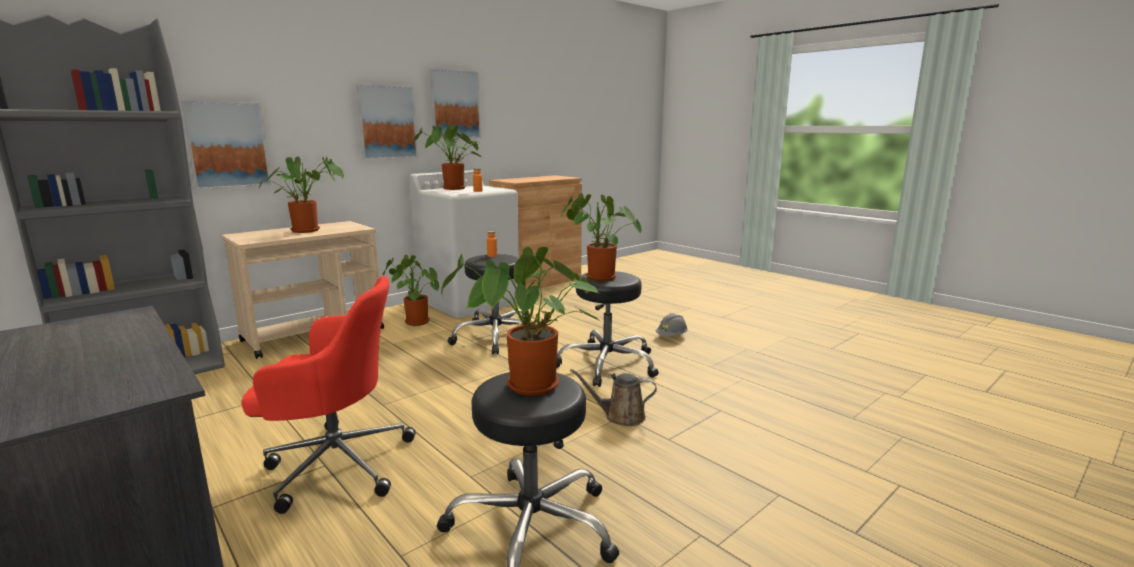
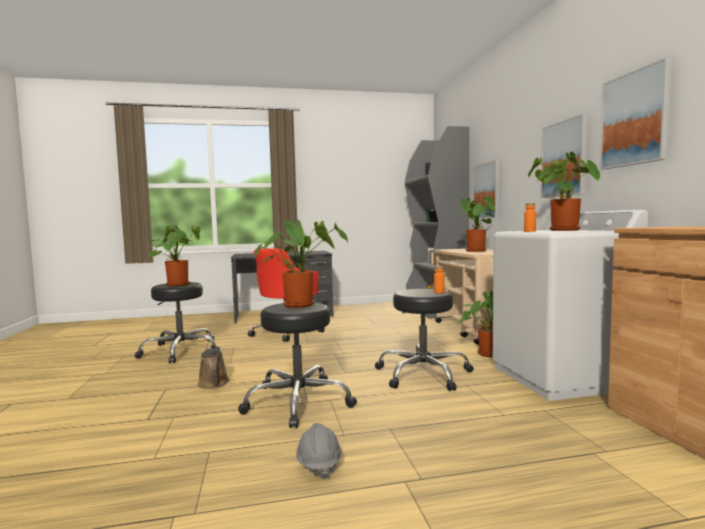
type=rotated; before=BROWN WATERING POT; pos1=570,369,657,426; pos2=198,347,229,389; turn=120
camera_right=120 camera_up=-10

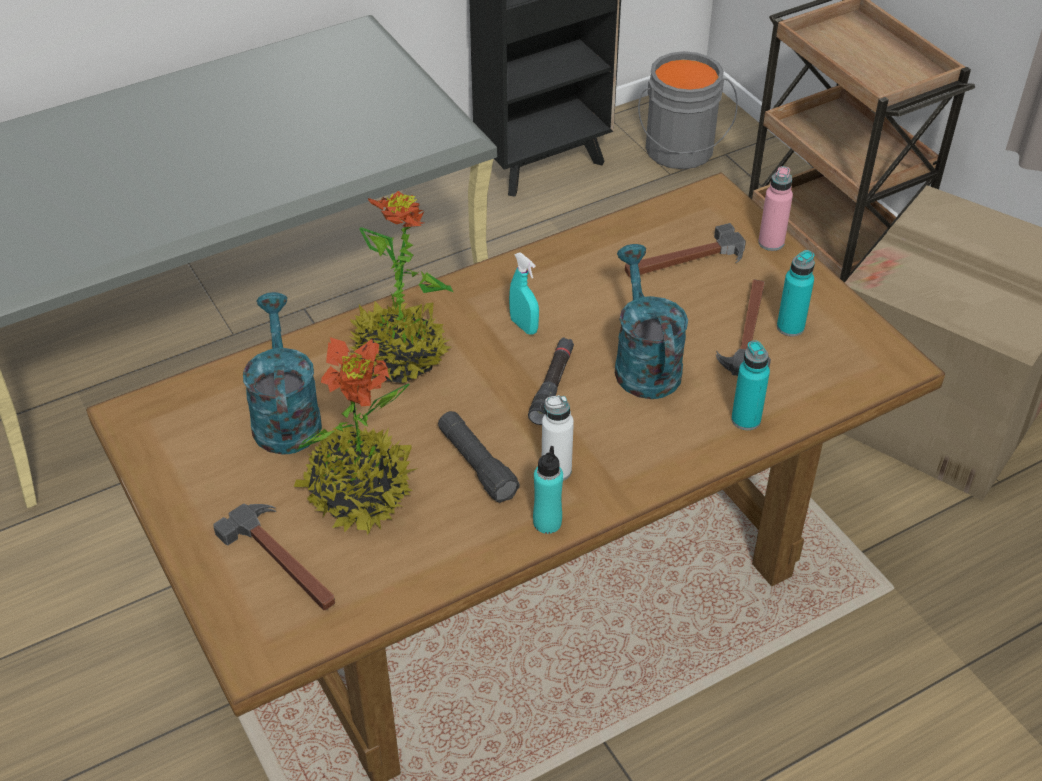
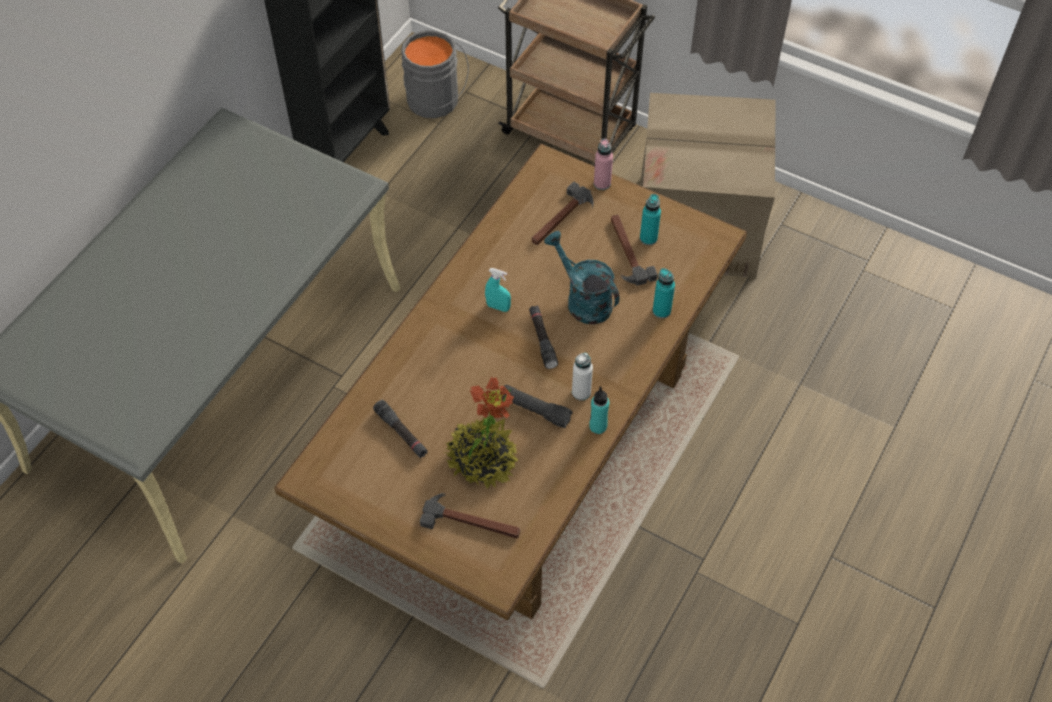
type=swapped; before=TURQUOISE WATERING POT; after=BLACK FLASHLIGHT; pos1=243,292,322,455; pos2=373,400,428,458
type=gone; before=PLANT IN A POT; pos1=349,191,453,383
camera_right=-30 camera_up=10

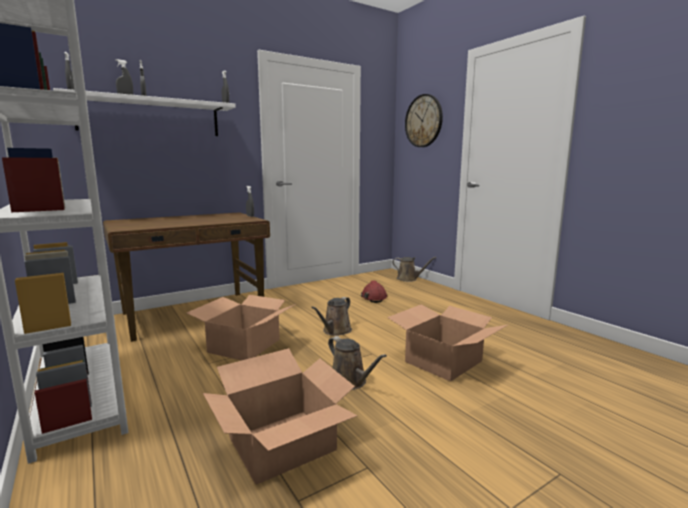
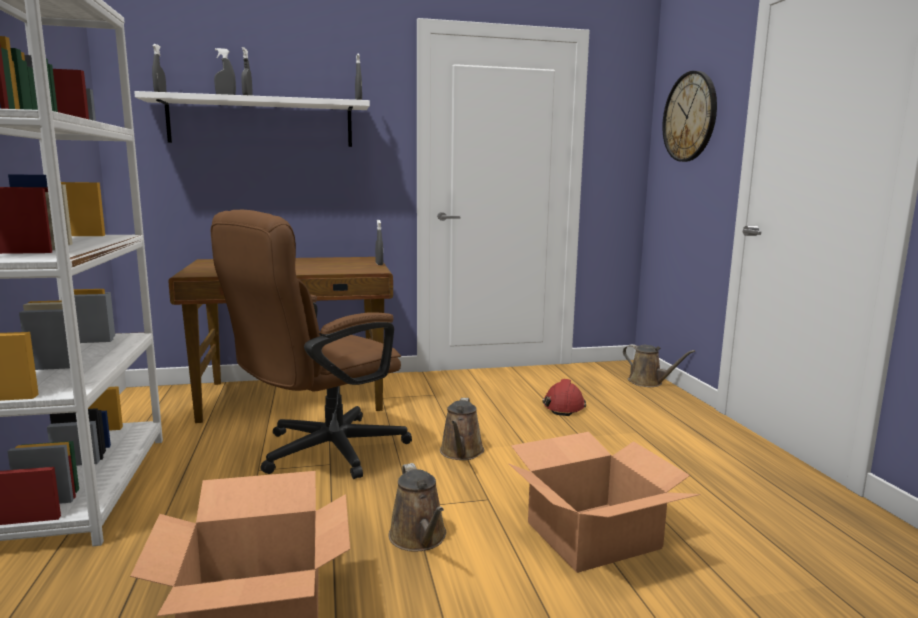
type=swapped; before=PACKING BOX; after=BROWN DESK CHAIR; pos1=187,295,296,361; pos2=211,210,412,479
type=rotated; before=BROWN WATERING POT; pos1=311,297,352,336; pos2=440,398,484,460; turn=-45
camera_right=20 camera_up=0

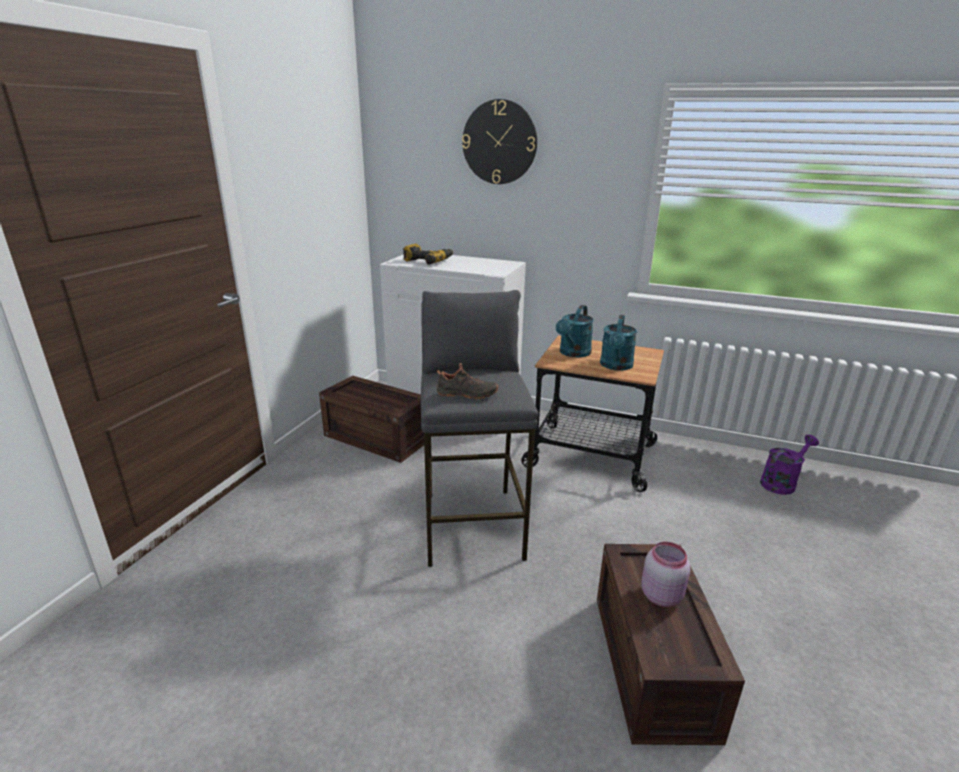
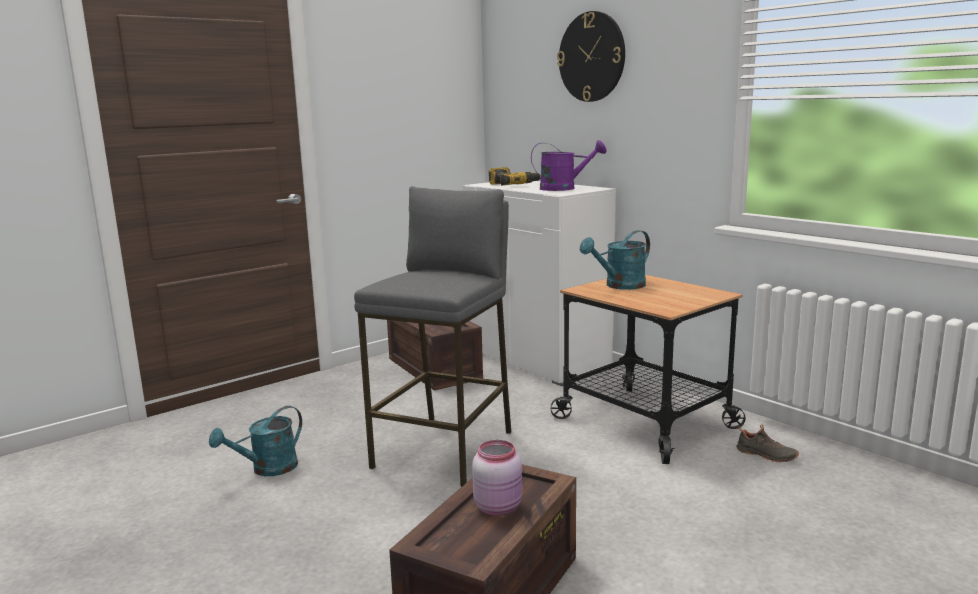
type=shifted; before=TURQUOISE WATERING POT; pos1=600,315,637,371; pos2=209,406,302,476
type=shifted; before=PURPLISH WATERING POT; pos1=760,435,819,495; pos2=531,140,606,191
type=shifted; before=BLACK SHOE; pos1=437,363,498,399; pos2=737,424,799,462
camera_right=30 camera_up=-10

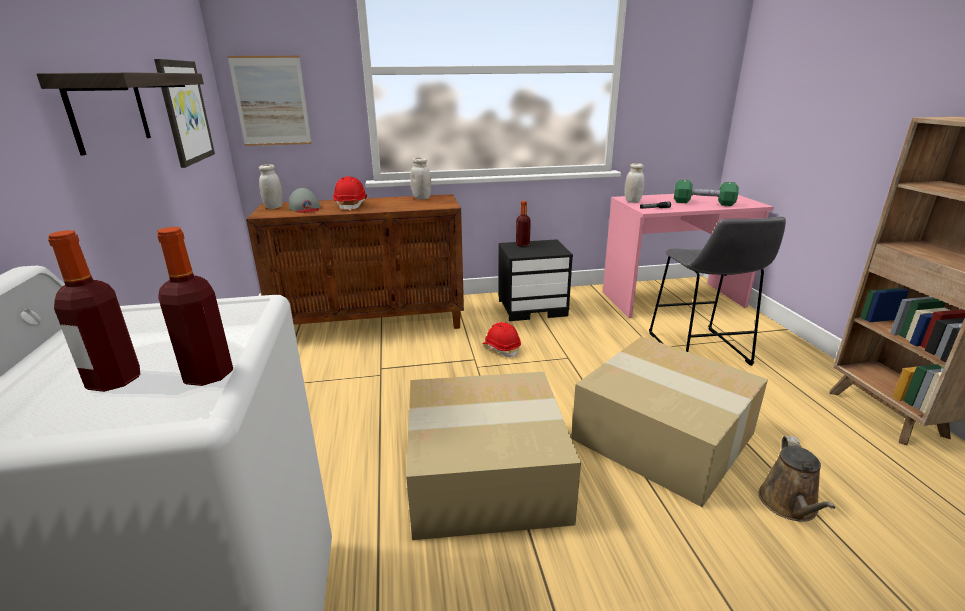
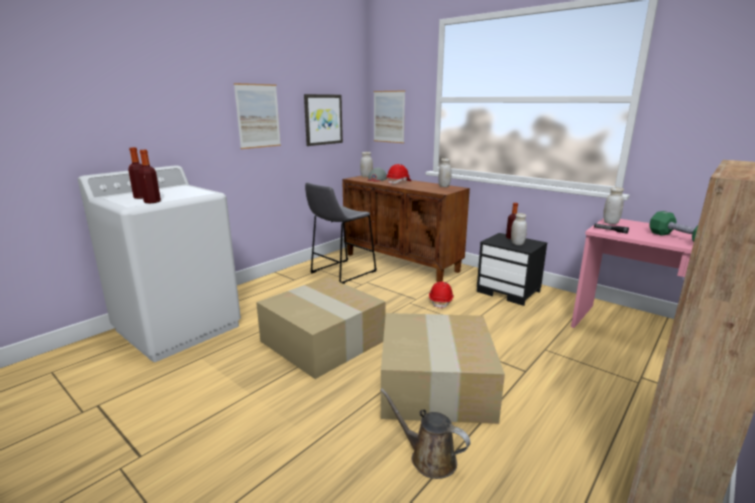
type=swapped; before=SHELF; after=WALL ART; pos1=37,72,204,155; pos2=234,83,281,149
type=shifted; before=GRAY SITTING STOOL; pos1=649,216,786,366; pos2=305,182,377,284
type=rotated; before=BROWN WATERING POT; pos1=759,436,835,522; pos2=380,388,470,479; turn=60
type=new; after=WHITE STORAGE JAR; pos2=511,213,527,245
camera_right=50 camera_up=-5

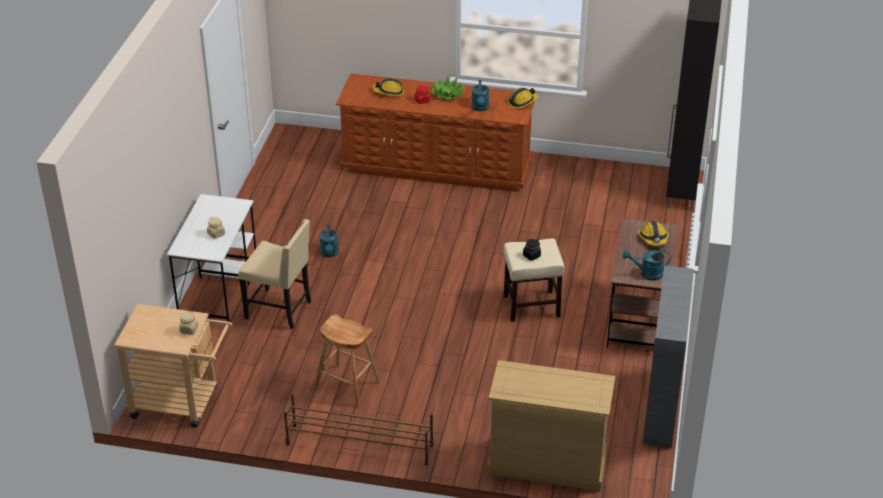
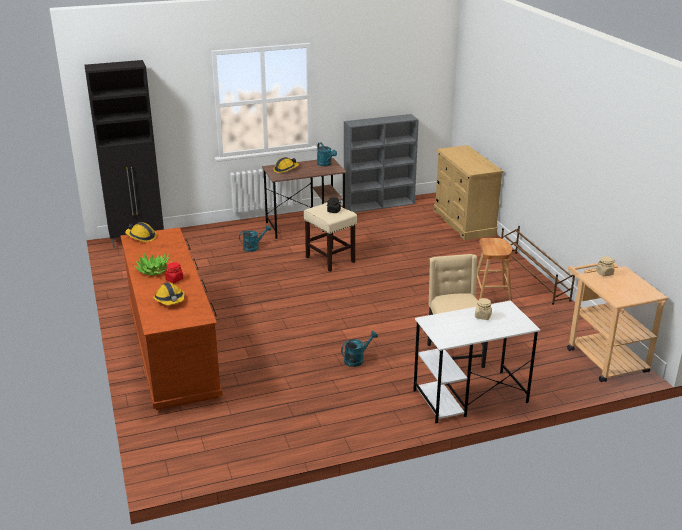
type=shifted; before=TURQUOISE WATERING POT; pos1=472,80,489,111; pos2=239,225,271,252
camera_right=-120 camera_up=-10

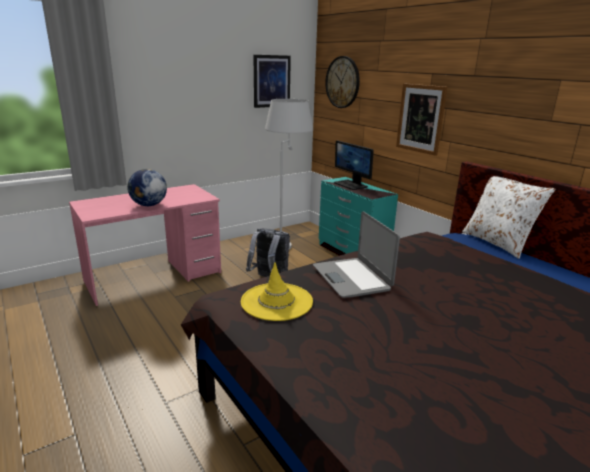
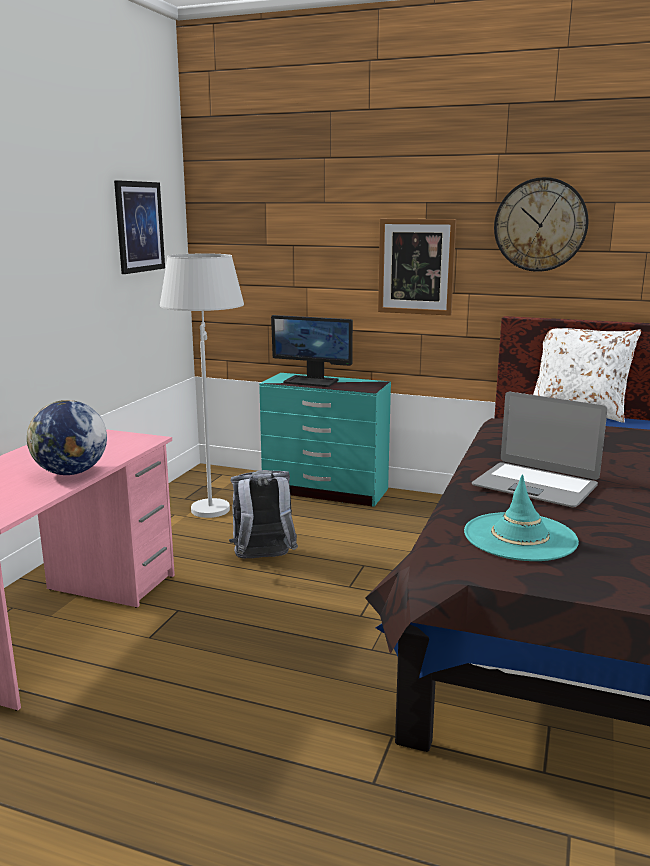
type=repainted; before=YELLOW WEARABLE HAT; after=TURQUOISE WEARABLE HAT; pos1=241,262,313,321; pos2=464,474,579,561
type=shifted; before=HANGING CLOCK; pos1=325,56,360,108; pos2=494,177,588,272
camera_right=-35 camera_up=-5

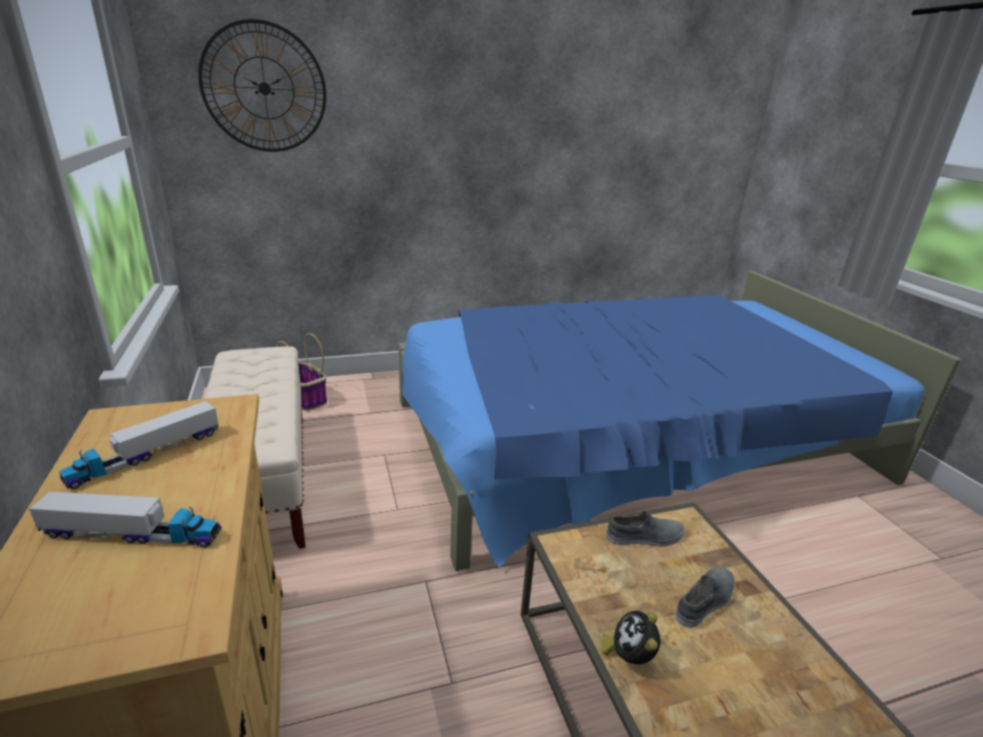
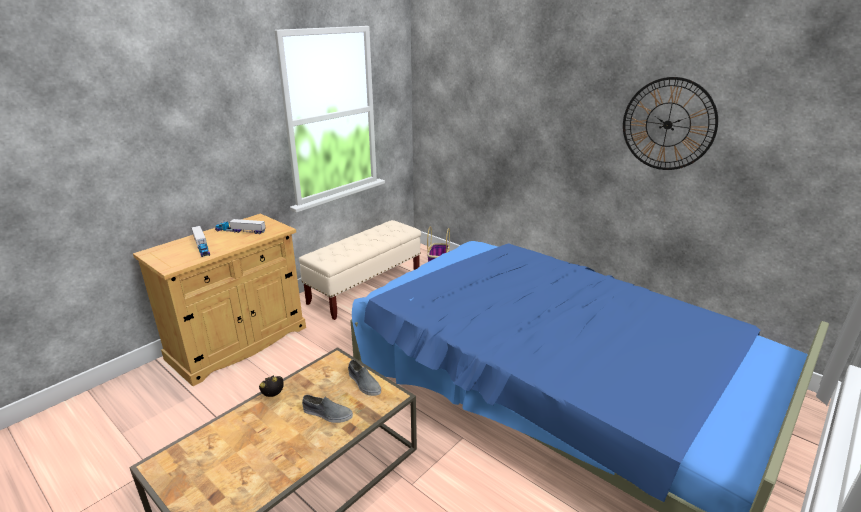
type=shifted; before=HANGING CLOCK; pos1=198,19,326,152; pos2=623,77,718,170
camera_right=60 camera_up=0

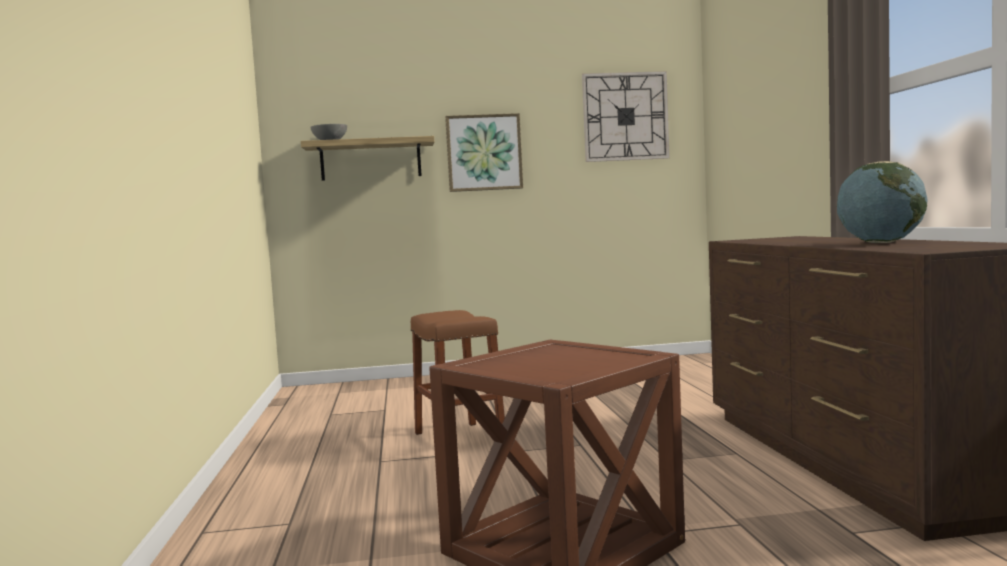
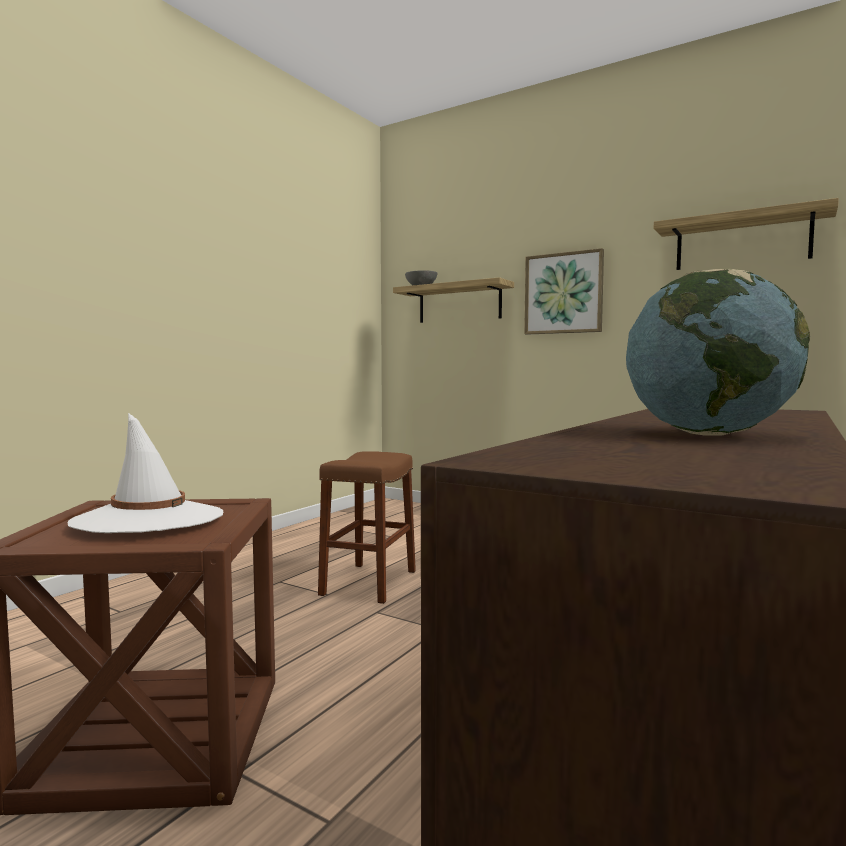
type=new; after=WHITE WEARABLE HAT; pos2=67,413,223,533
type=swapped; before=HANGING CLOCK; after=SHELF; pos1=582,71,670,162; pos2=654,198,839,270
camera_right=40 camera_up=0

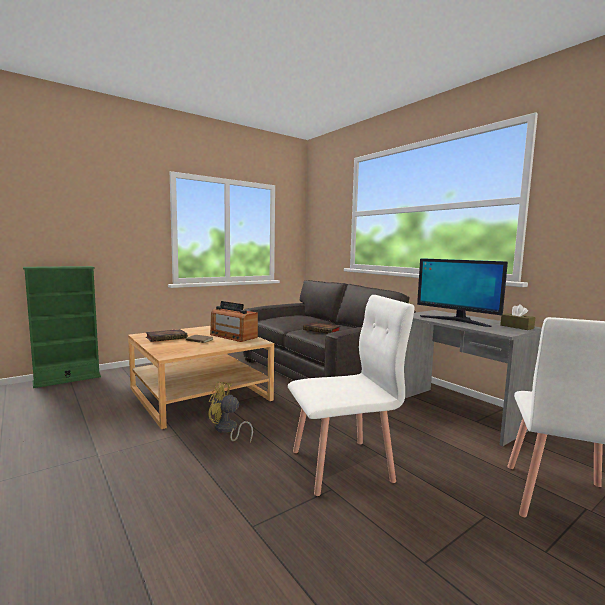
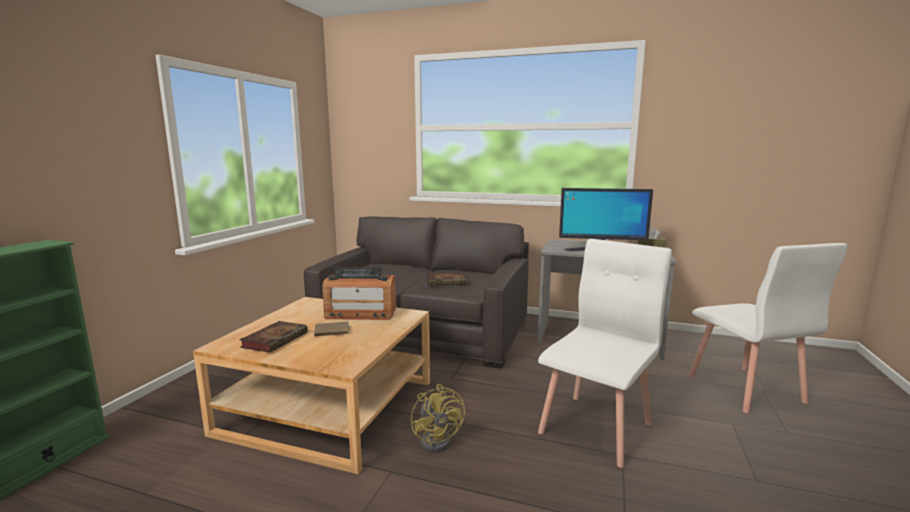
type=rotated; before=YELLOW ELECTRIC FAN; pos1=208,381,253,442; pos2=411,384,465,452; turn=-90
camera_right=-35 camera_up=5

